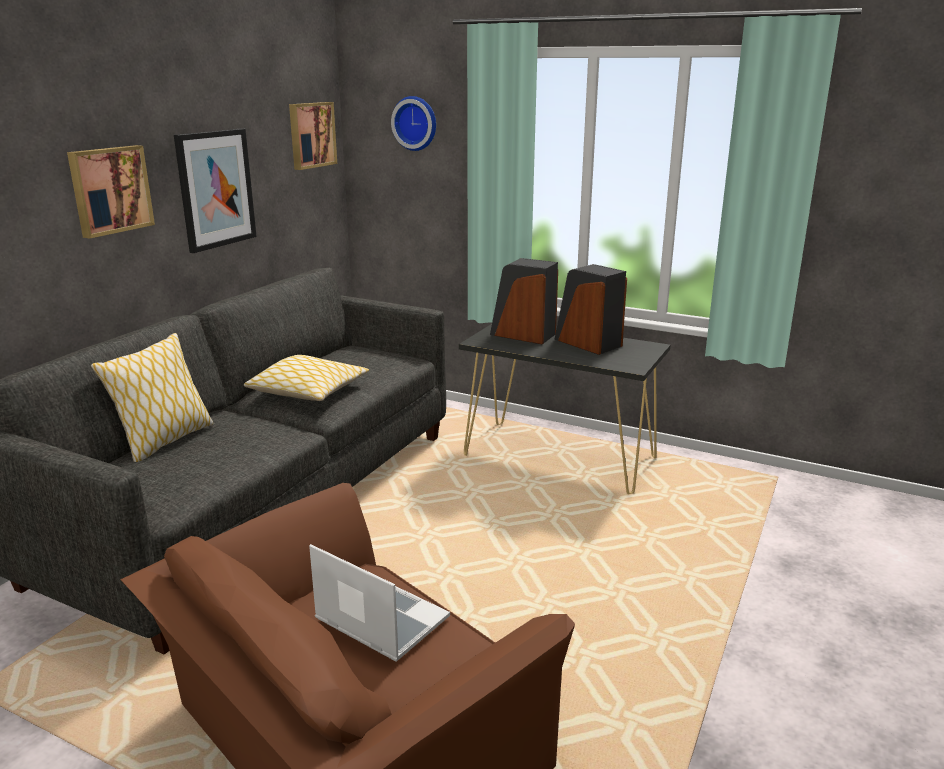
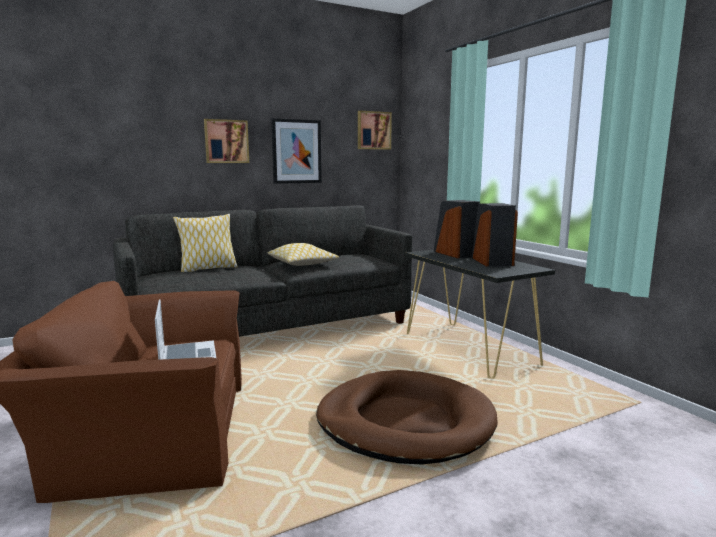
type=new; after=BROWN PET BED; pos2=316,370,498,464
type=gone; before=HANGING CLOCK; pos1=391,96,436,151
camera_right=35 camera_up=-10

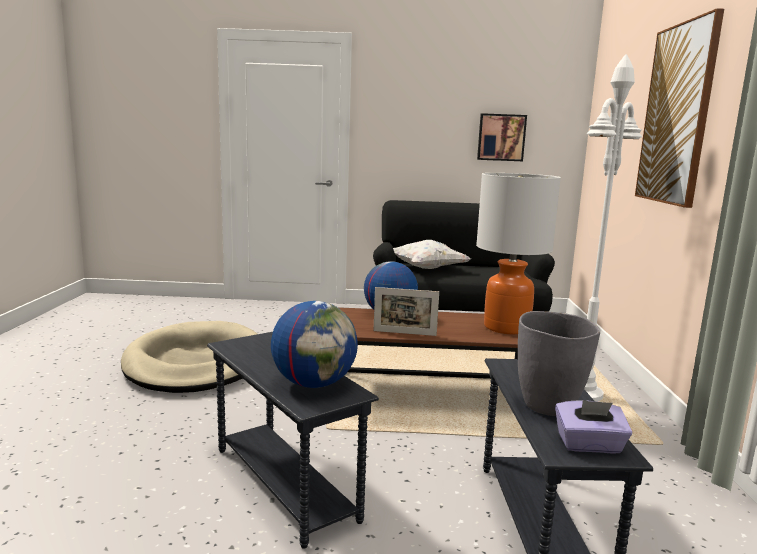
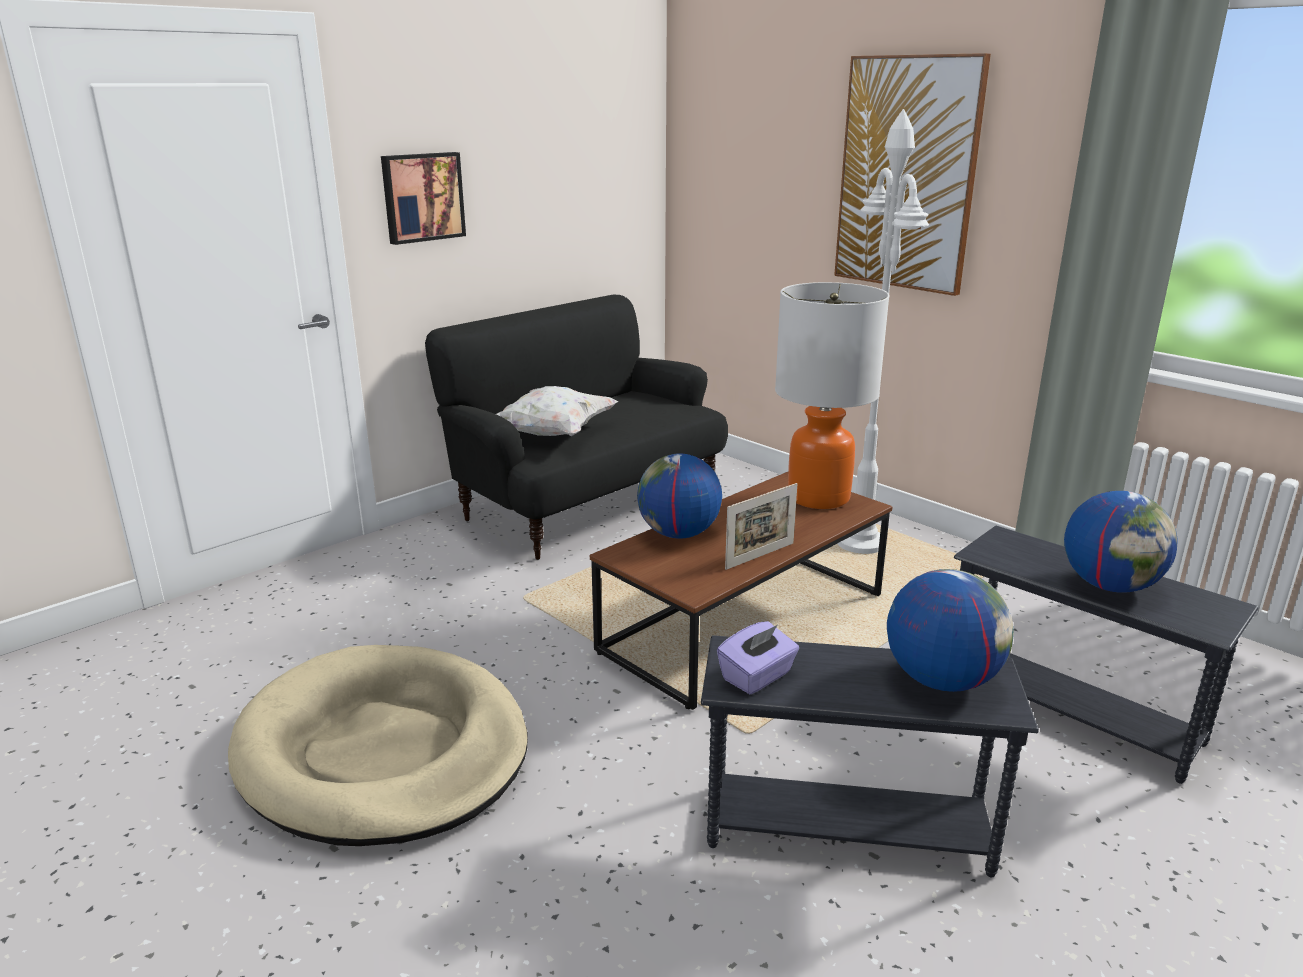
type=shifted; before=WALL ART; pos1=477,113,527,161; pos2=381,152,466,245
type=shifted; before=PURPLISH TISSUE HOLDER; pos1=555,400,632,453; pos2=717,621,799,694
type=swapped; before=GRAY FLOWER VASE; after=DESK GLOBE; pos1=518,311,600,416; pos2=1064,491,1177,593
camera_right=-45 camera_up=10

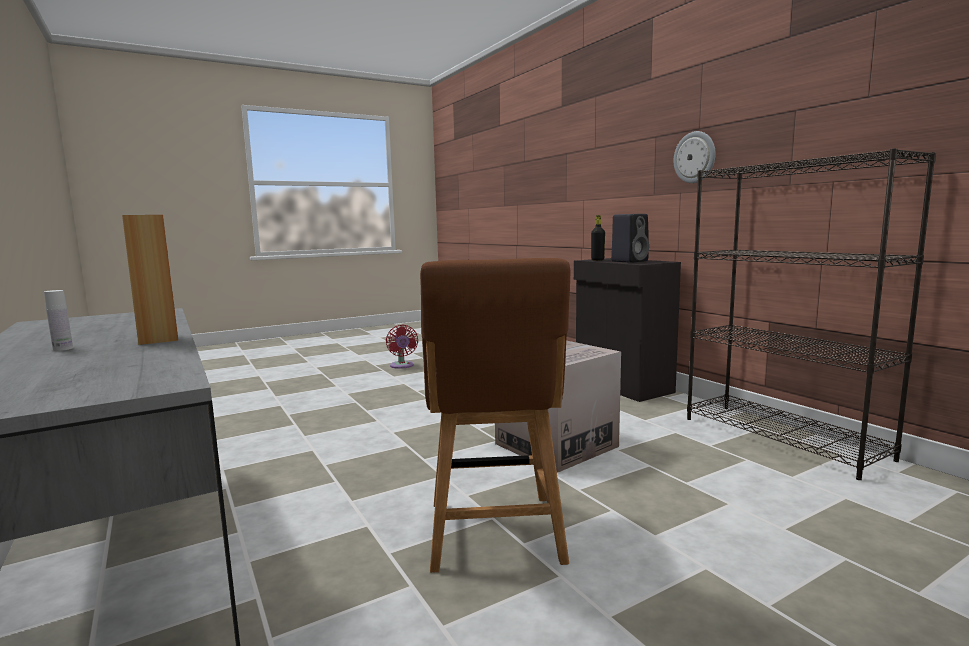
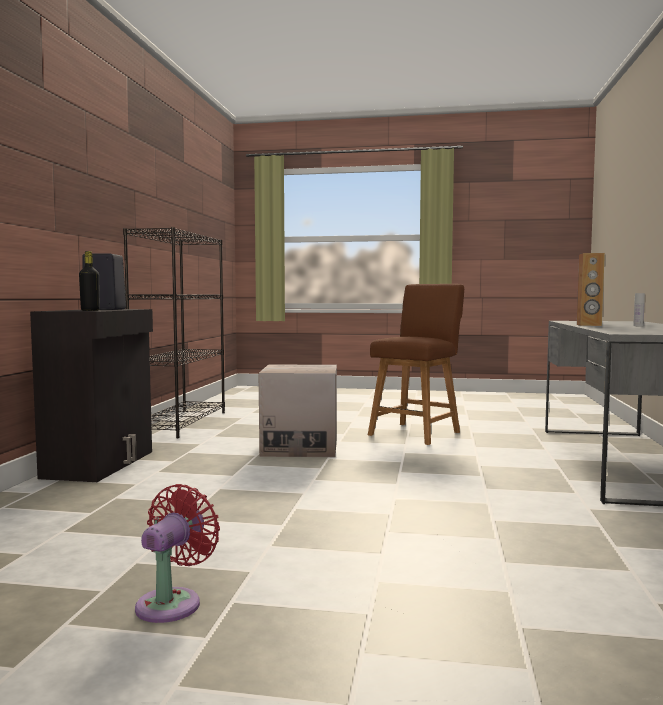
type=gone; before=HANGING CLOCK; pos1=674,131,716,183
camera_right=-140 camera_up=-5

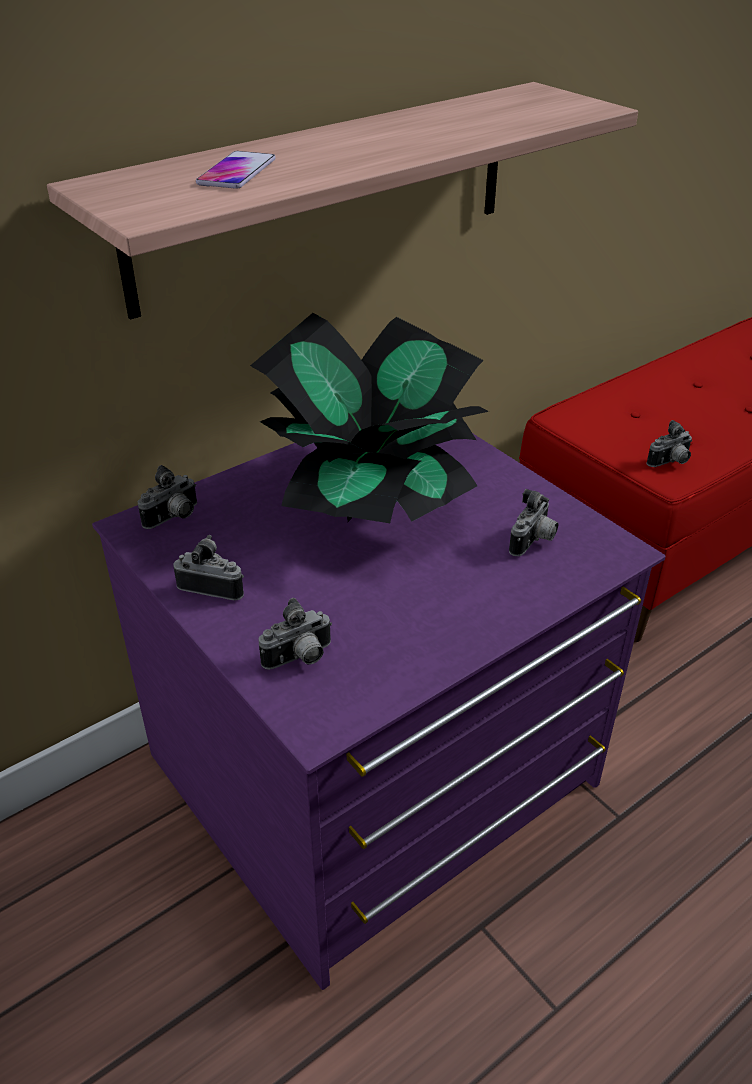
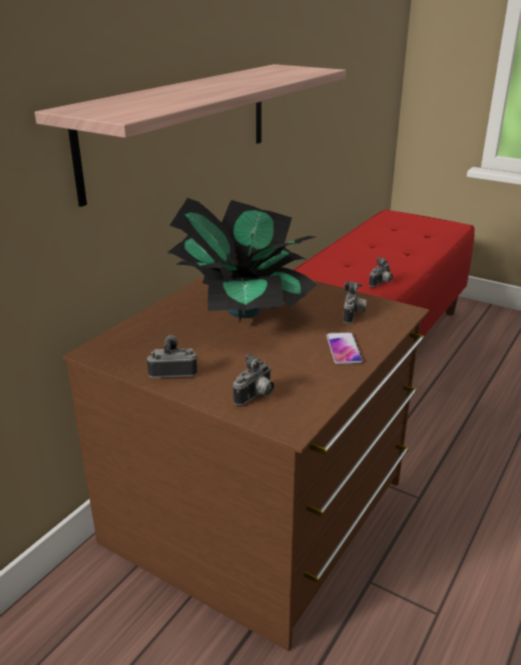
type=repainted; before=PURPLISH CHEST OF DRAWERS; after=BROWN CHEST OF DRAWERS; pos1=92,434,666,990; pos2=63,275,429,651
type=shifted; before=HANDSET; pos1=196,151,276,189; pos2=326,332,363,364
type=gone; before=STILL CAMERA; pos1=138,465,197,529
camera_right=-20 camera_up=-10

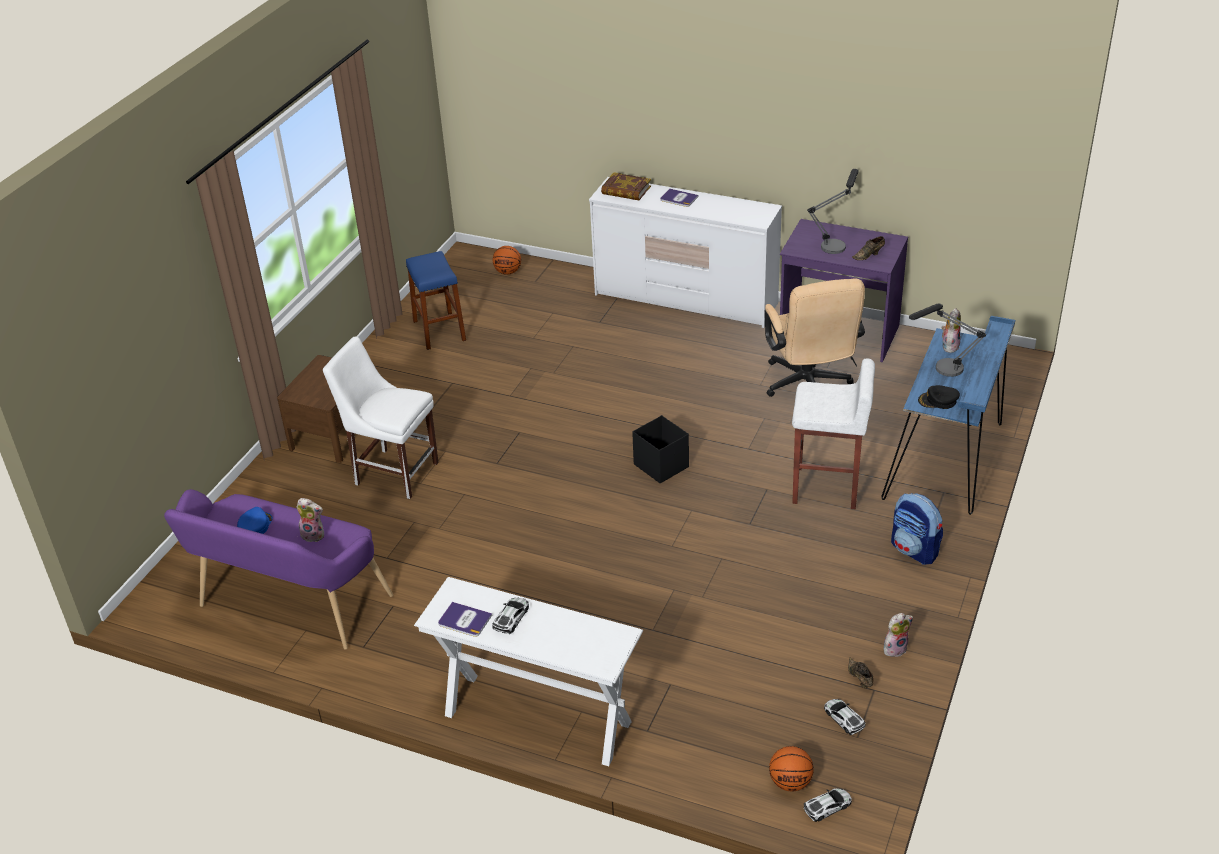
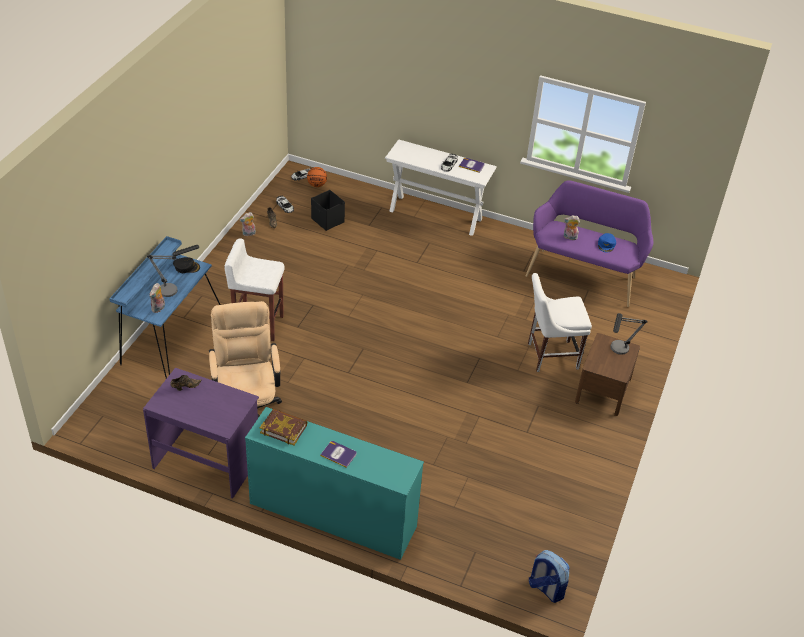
type=repainted; before=WHITE CHEST OF DRAWERS; after=TURQUOISE CHEST OF DRAWERS; pos1=589,177,782,328; pos2=245,407,424,560
type=shifted; before=BOUND BOOK; pos1=601,172,651,200; pos2=260,409,308,446
type=shifted; before=BLACK STORAGE BIN; pos1=632,415,689,483; pos2=311,190,345,231
type=rotated; before=WHITE UPRIGHT CHAIR; pos1=323,337,439,499; pos2=528,273,592,372; turn=150
type=shifted; before=KNAPSACK; pos1=891,493,943,565; pos2=529,550,570,603
type=shifted; before=LAMP FOR A TABLE; pos1=807,169,859,254; pos2=610,313,648,355
type=gone; before=BLUE-COLOURED SITTING STOOL; pos1=406,251,466,350
type=gone; before=BASKETBALL BALL; pos1=493,246,521,275
camera_right=175 camera_up=5

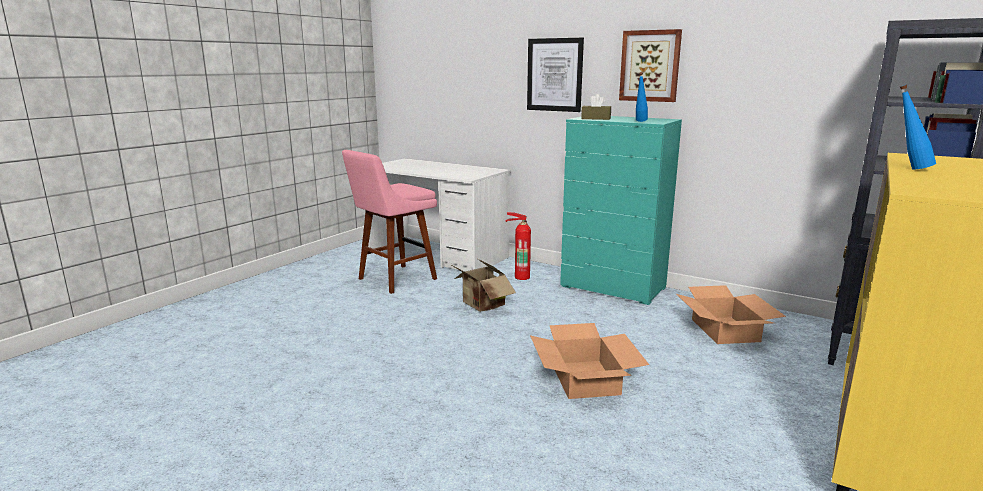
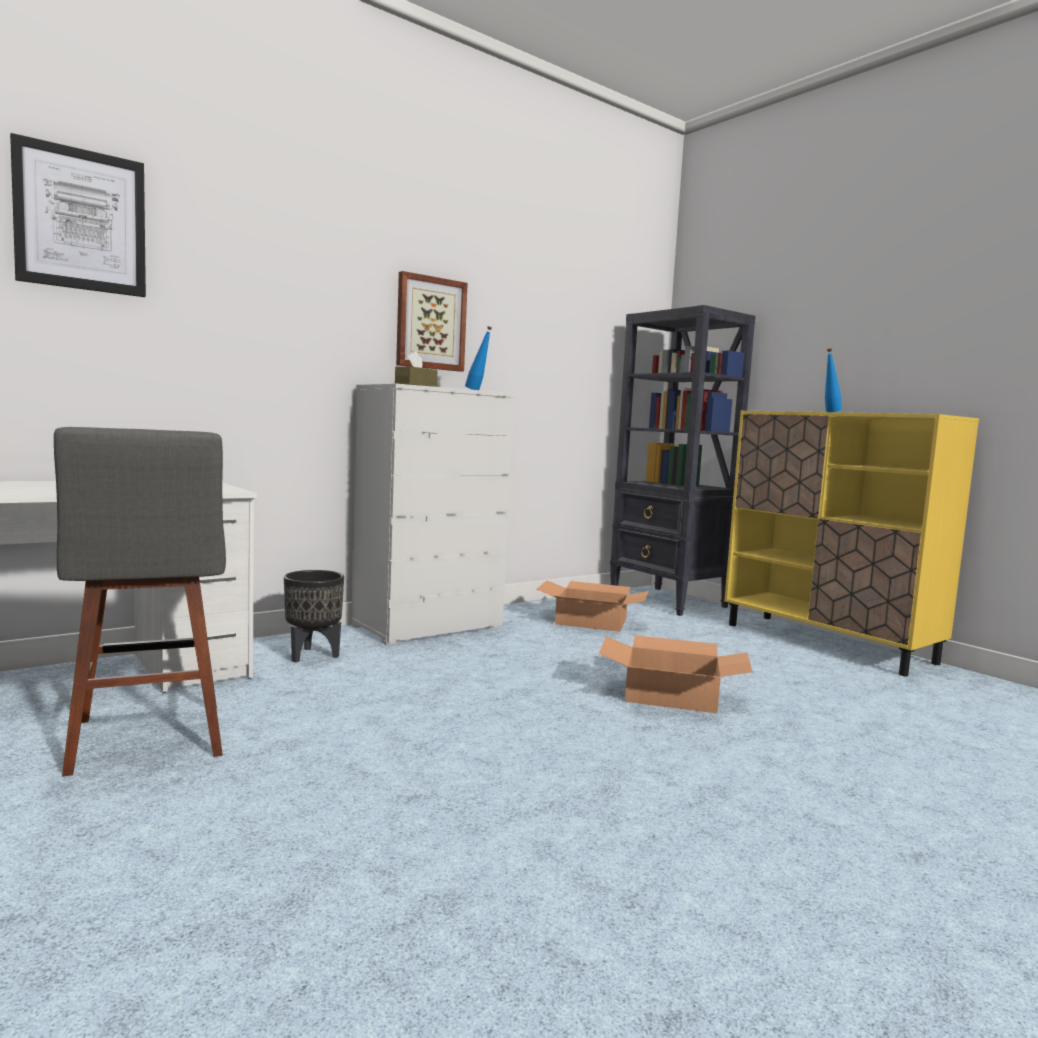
type=shifted; before=WALL ART; pos1=527,38,584,112; pos2=10,133,146,297
type=repainted; before=PINK SITTING STOOL; after=GRAY SITTING STOOL; pos1=342,150,437,294; pos2=54,427,226,777
type=swapped; before=FIRE-FIGHTING CYLINDER; after=BLACK FLOWER POT; pos1=506,212,531,280; pos2=284,570,344,662
type=repainted; before=TURQUOISE CHEST OF DRAWERS; after=WHITE CHEST OF DRAWERS; pos1=560,116,682,305; pos2=351,384,514,645
type=gone; before=PACKING BOX; pos1=450,259,516,312
camera_right=-70 camera_up=-10

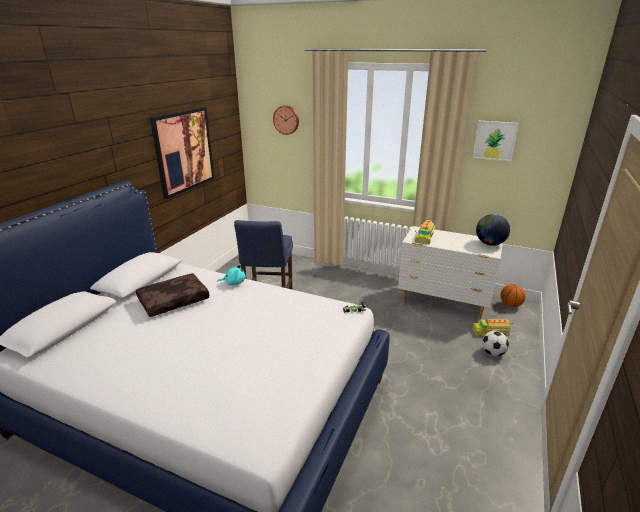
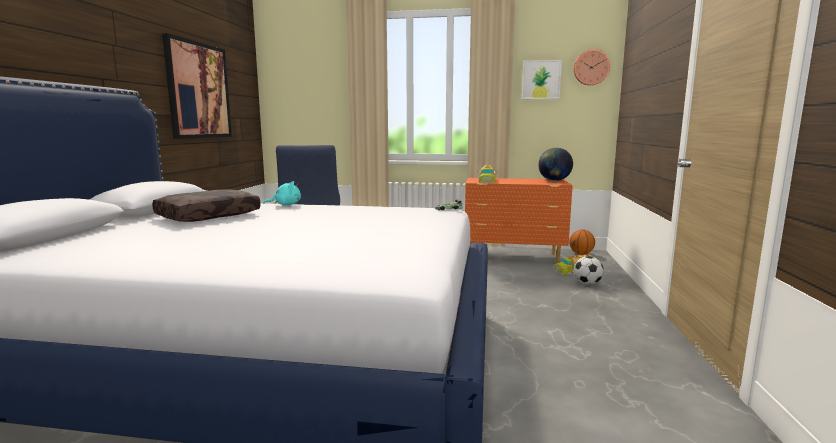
type=repainted; before=WHITE CHEST OF DRAWERS; after=ORANGEY CHEST OF DRAWERS; pos1=398,226,503,319; pos2=465,178,573,264
type=shifted; before=HANGING CLOCK; pos1=273,105,299,135; pos2=574,49,610,85
camera_right=-15 camera_up=-15

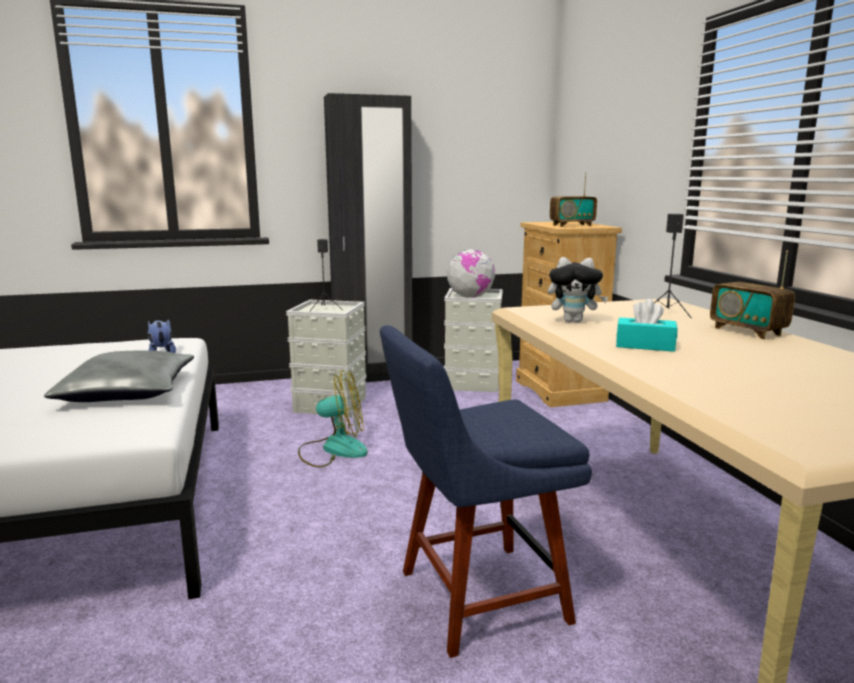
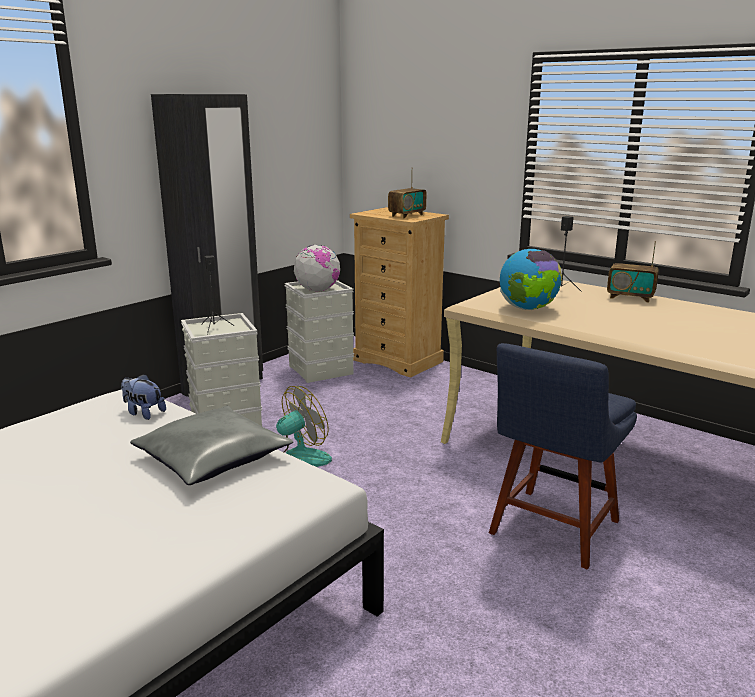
type=swapped; before=SOFT TOY; after=DESK GLOBE; pos1=548,257,608,323; pos2=500,249,562,310
type=gone; before=TURQUOISE TISSUE HOLDER; pos1=616,299,678,352
camera_right=-35 camera_up=5

